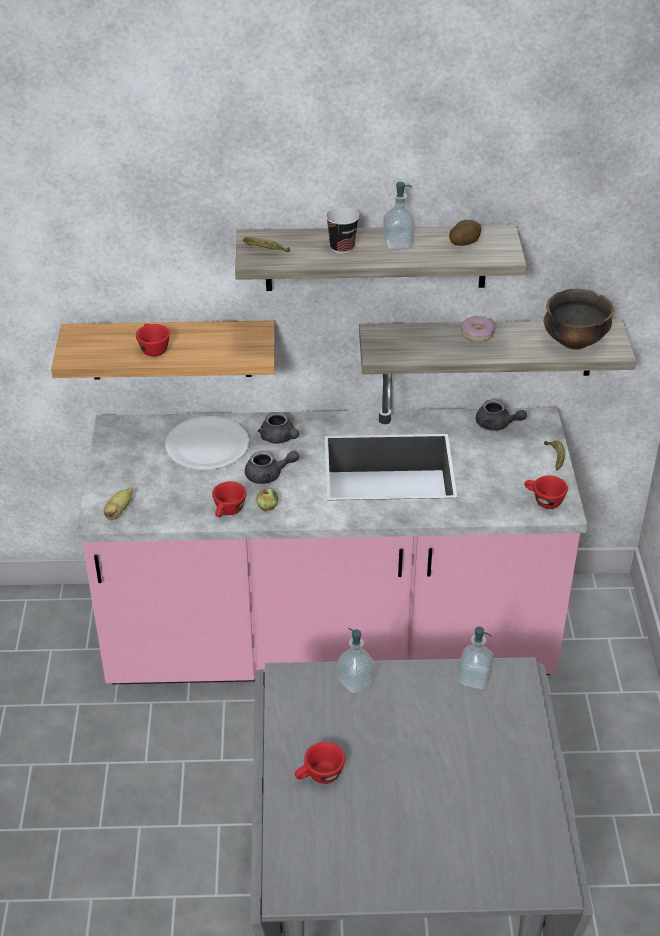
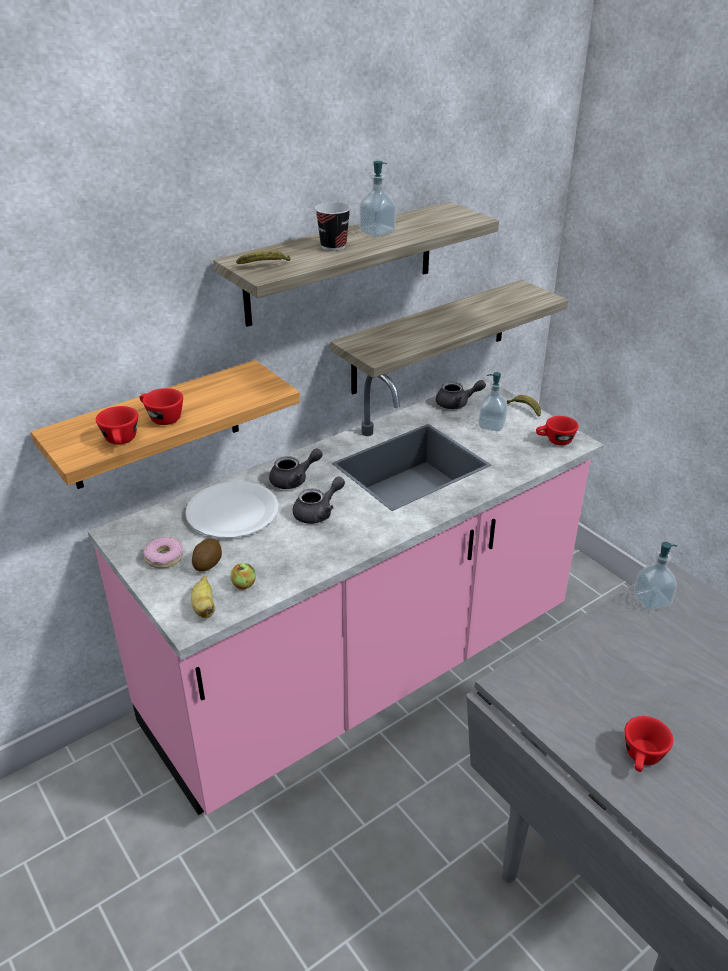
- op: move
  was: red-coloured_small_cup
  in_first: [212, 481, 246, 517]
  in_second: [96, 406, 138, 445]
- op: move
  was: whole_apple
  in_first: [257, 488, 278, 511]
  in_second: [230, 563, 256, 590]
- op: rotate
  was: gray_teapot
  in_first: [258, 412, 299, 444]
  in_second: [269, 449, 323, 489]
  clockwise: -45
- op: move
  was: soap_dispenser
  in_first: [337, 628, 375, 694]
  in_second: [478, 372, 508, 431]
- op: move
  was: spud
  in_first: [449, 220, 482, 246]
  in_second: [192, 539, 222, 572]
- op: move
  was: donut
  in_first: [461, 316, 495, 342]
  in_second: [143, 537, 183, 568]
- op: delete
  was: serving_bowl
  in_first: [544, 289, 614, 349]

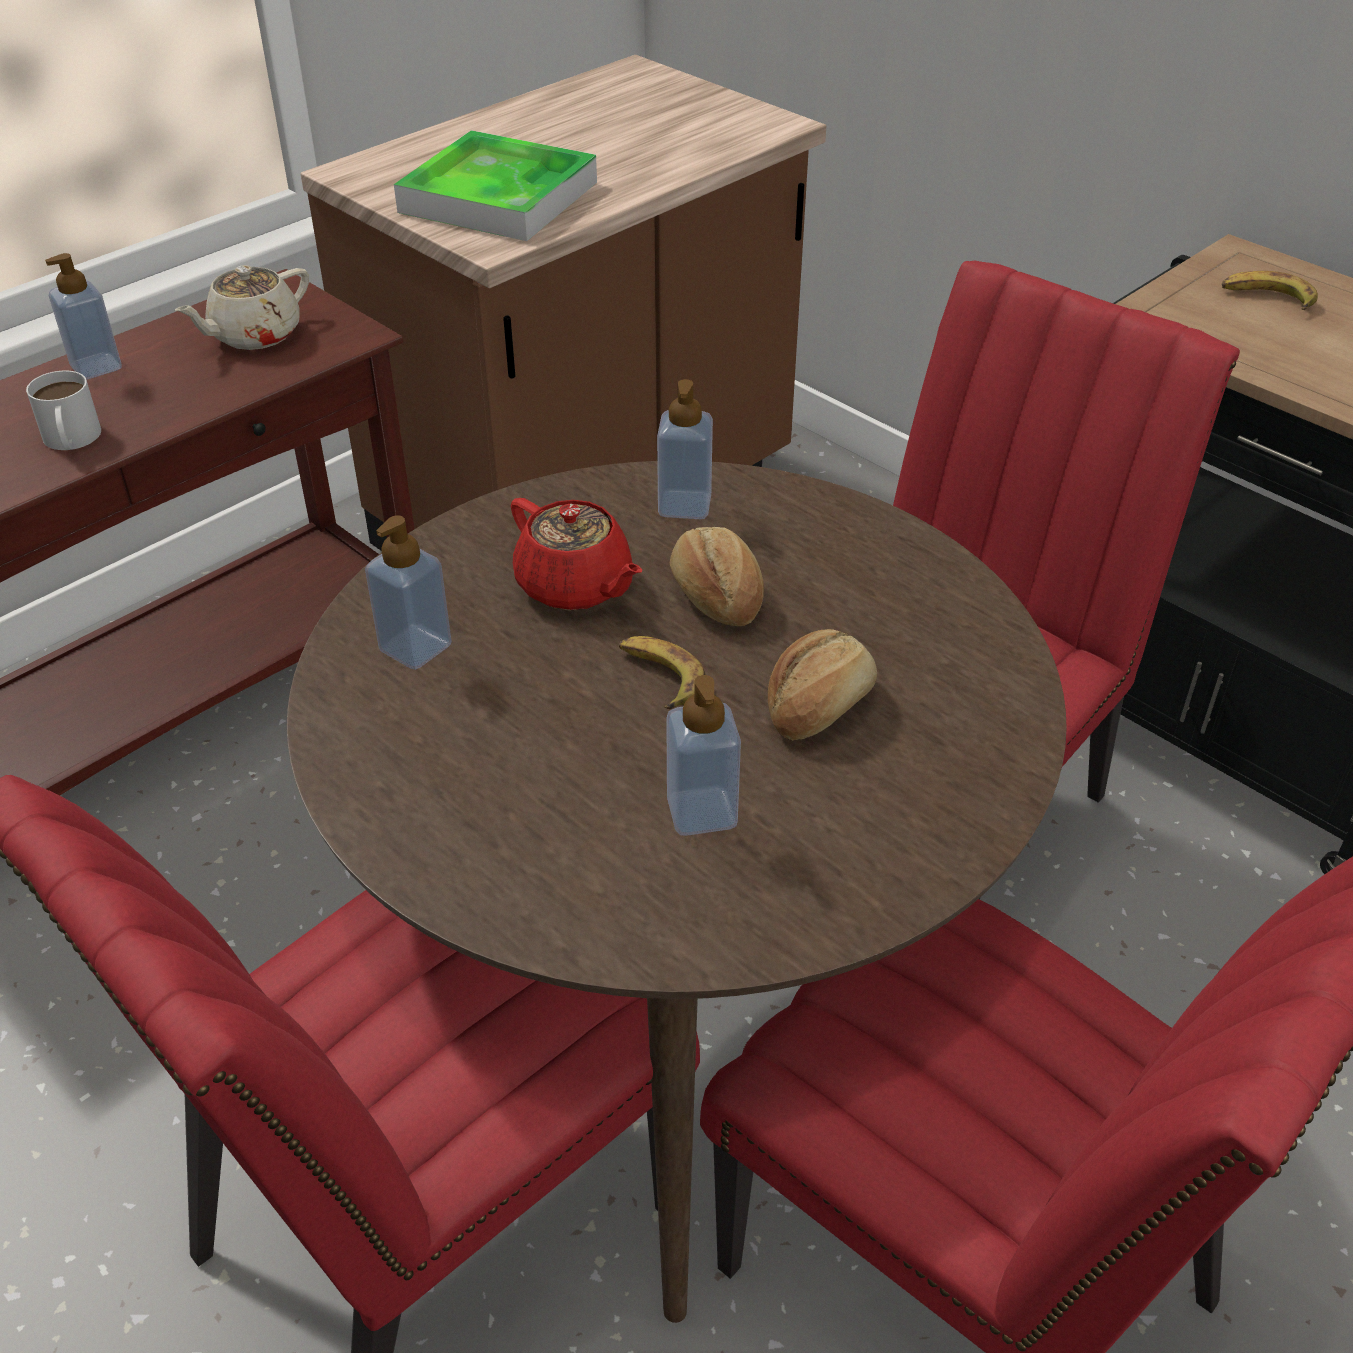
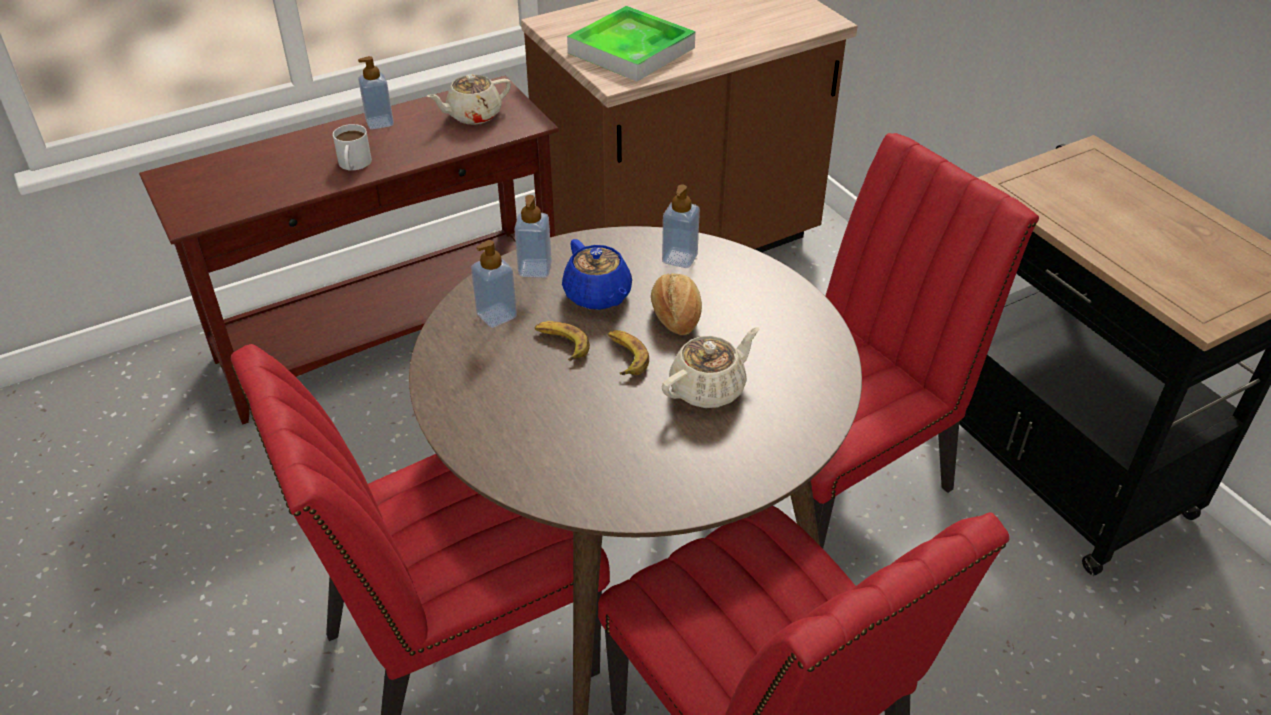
- op: recolor
  was: red-coloured_teapot
  now: blue-coloured_teapot
  in_first: [511, 498, 642, 610]
  in_second: [562, 239, 632, 310]
- op: move
  was: soap_dispenser
  in_first: [666, 675, 741, 836]
  in_second: [514, 195, 552, 278]
- op: replace
  was: bakery_bread
  now: beige_teapot
  in_first: [768, 629, 877, 741]
  in_second: [662, 327, 759, 408]
- op: move
  was: banana
  in_first: [1222, 271, 1318, 310]
  in_second: [535, 321, 590, 361]

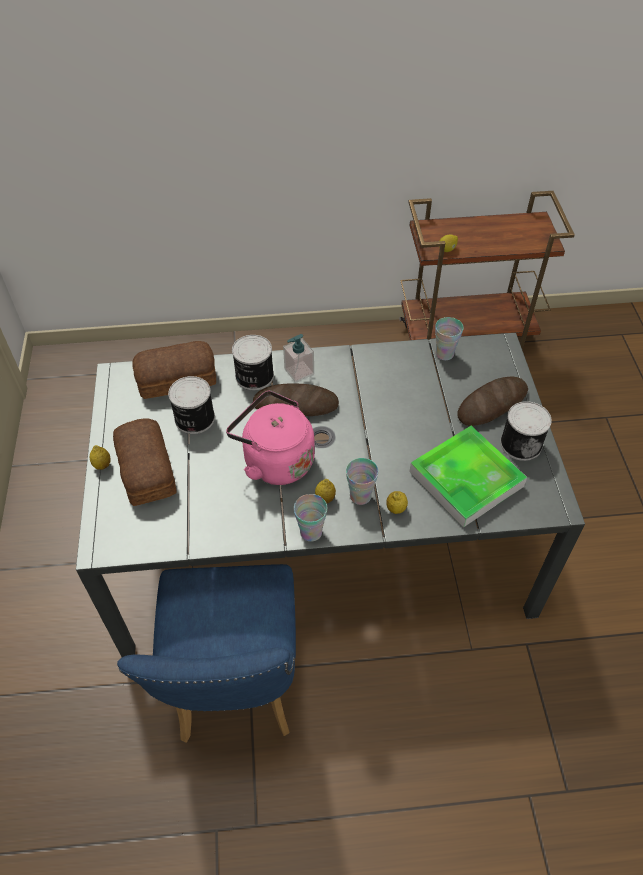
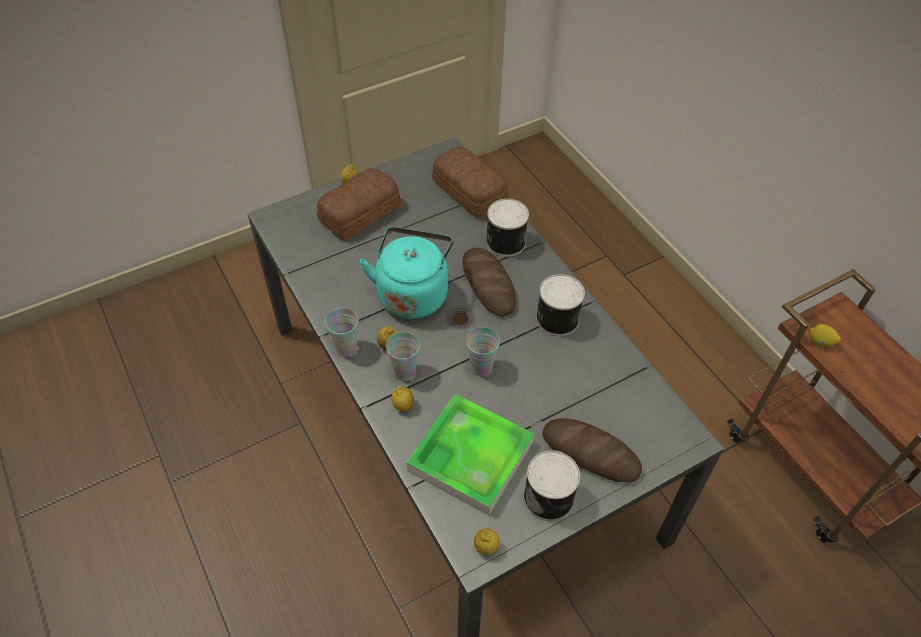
- op: delete
  was: blue-coloured_chair
  in_first: [117, 564, 296, 743]
- op: move
  was: metal_can
  in_first: [168, 376, 215, 434]
  in_second: [536, 274, 585, 336]
- op: recolor
  was: pinkish_tea_kettle
  now: turquoise_tea_kettle
  in_first: [226, 391, 315, 485]
  in_second: [360, 227, 453, 319]
- op: delete
  was: soap_dispenser
  in_first: [283, 334, 314, 383]
- op: move
  was: small_cup
  in_first: [435, 317, 464, 360]
  in_second: [466, 327, 500, 376]
- op: insert
  now: citrus_fruit
  in_second: [474, 528, 500, 555]

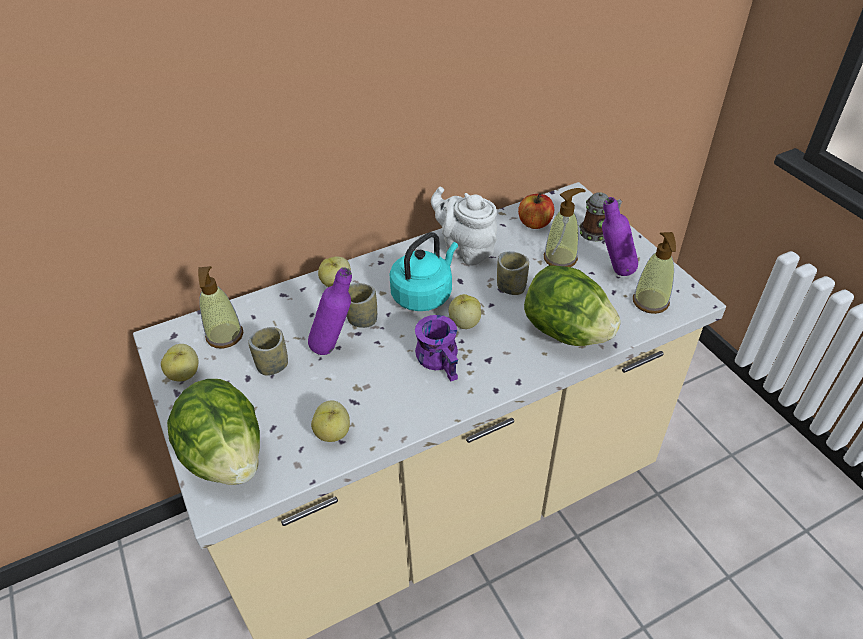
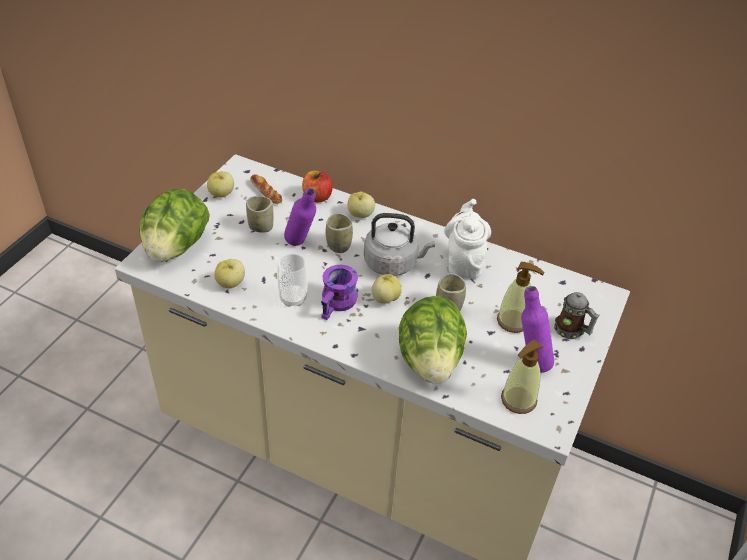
- op: replace
  was: soap_dispenser
  now: bakery_bread
  in_first: [198, 266, 243, 349]
  in_second: [250, 174, 282, 204]
- op: recolor
  was: turquoise_tea_kettle
  now: gray_tea_kettle
  in_first: [390, 232, 458, 311]
  in_second: [364, 213, 435, 276]
- op: move
  was: whole_apple
  in_first: [518, 193, 554, 229]
  in_second: [302, 170, 333, 202]
- op: insert
  now: small_cup
  in_second: [277, 253, 308, 307]

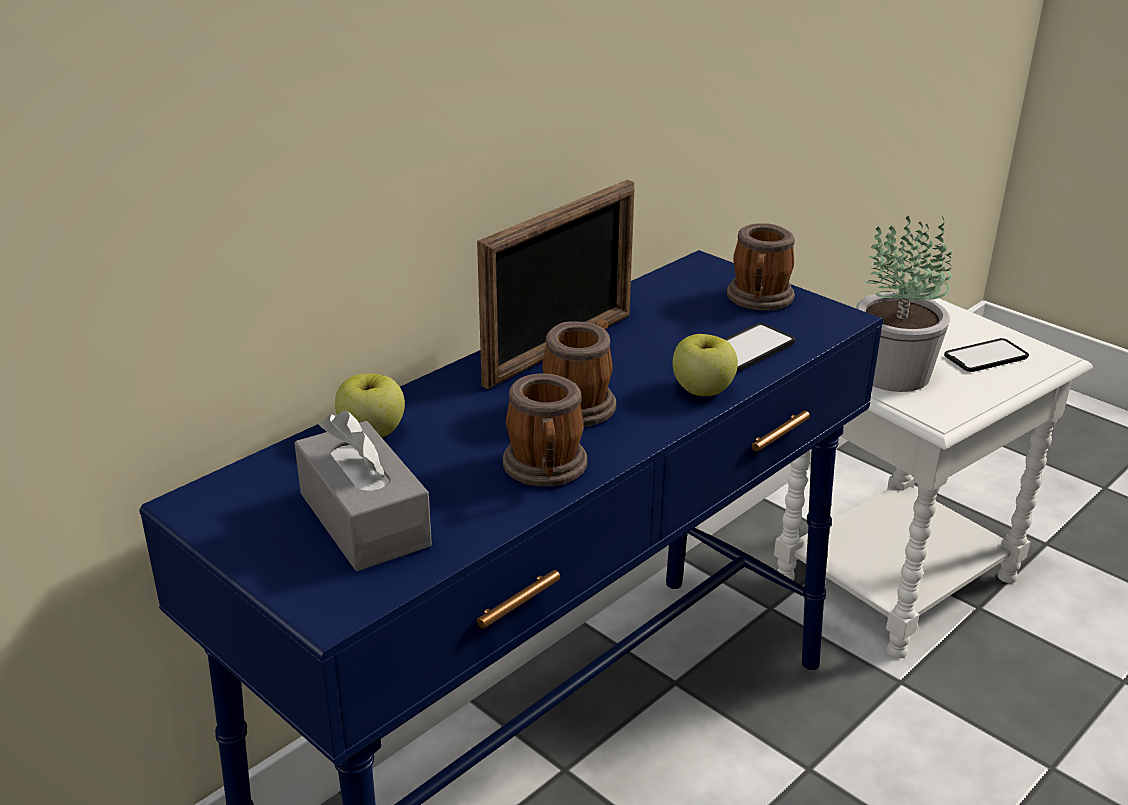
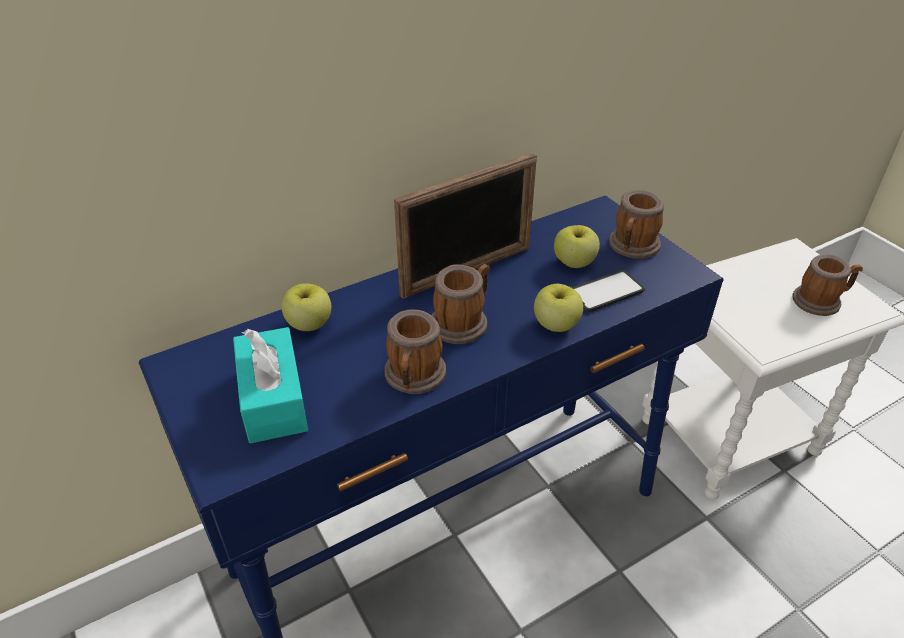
- op: recolor
  was: gray_tissue_box
  now: turquoise_tissue_box
  in_first: [294, 410, 432, 571]
  in_second: [233, 327, 308, 444]
- op: delete
  was: plant_in_a_pot
  in_first: [856, 216, 952, 392]
- op: replace
  was: phone
  now: tea_mug
  in_first: [944, 338, 1029, 372]
  in_second: [792, 254, 863, 316]
- op: insert
  now: whole_apple
  in_second: [554, 225, 600, 268]

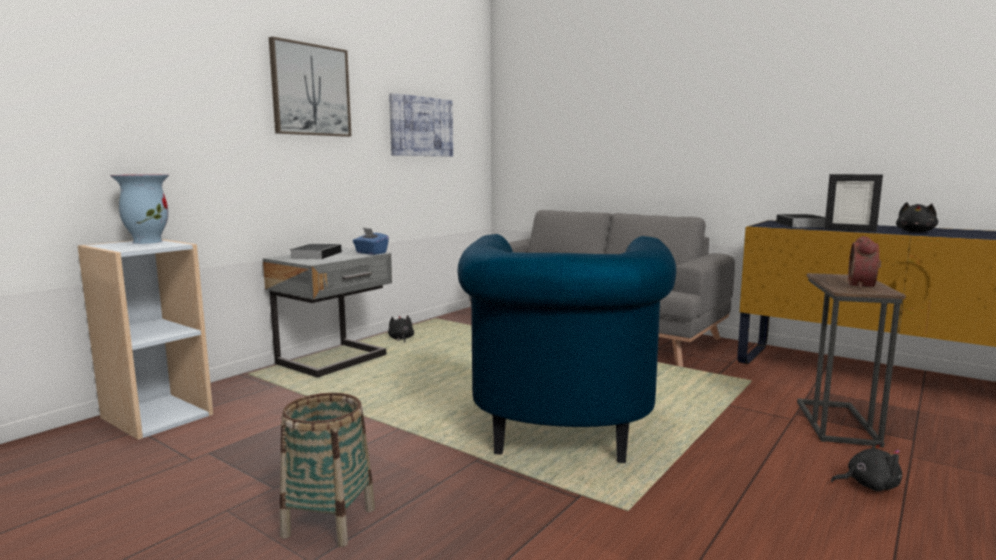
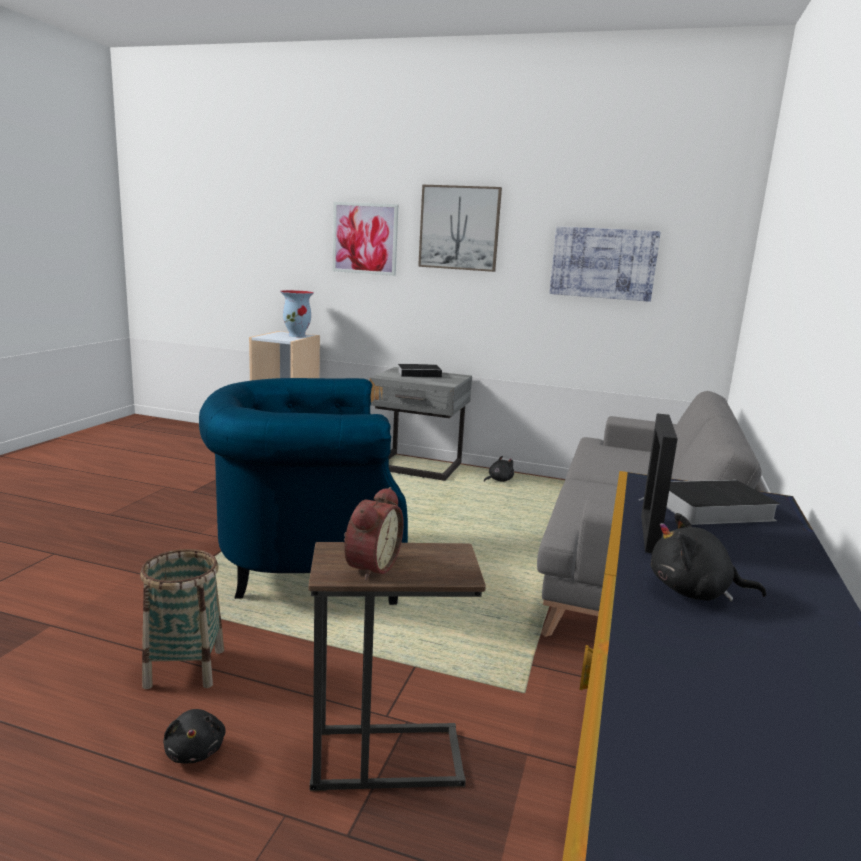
- op: move
  was: storage_basket
  in_first: [280, 393, 375, 547]
  in_second: [140, 549, 224, 689]
- op: delete
  was: blue-coloured_tissue_box
  in_first: [353, 228, 389, 255]
- op: rotate
  was: alarm_clock
  in_first: [848, 236, 882, 289]
  in_second: [344, 487, 404, 581]
  clockwise: 105
- op: insert
  now: wall_art
  in_second: [333, 202, 398, 276]

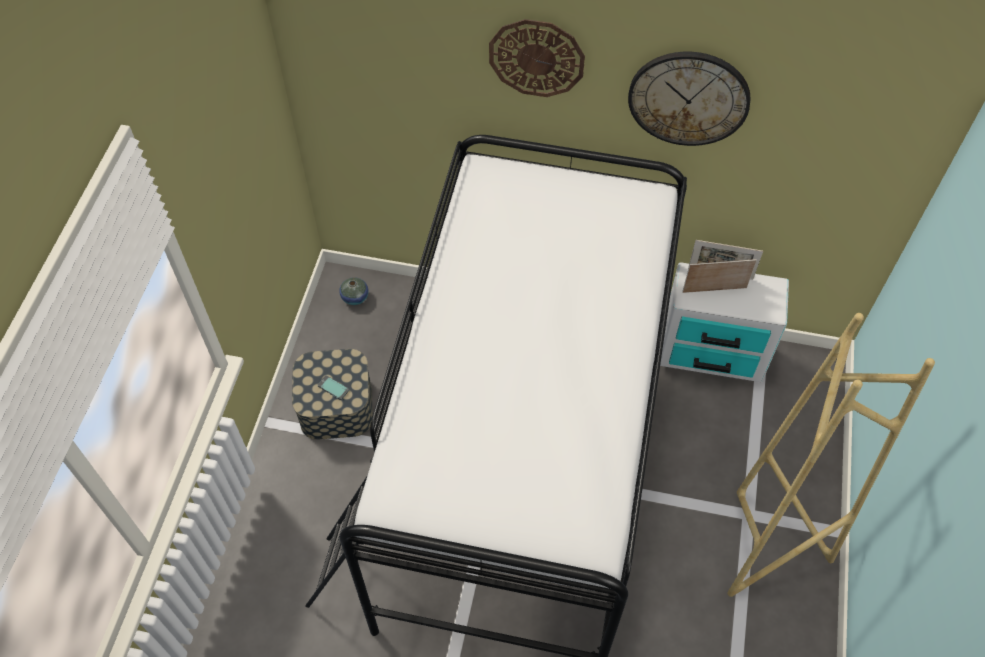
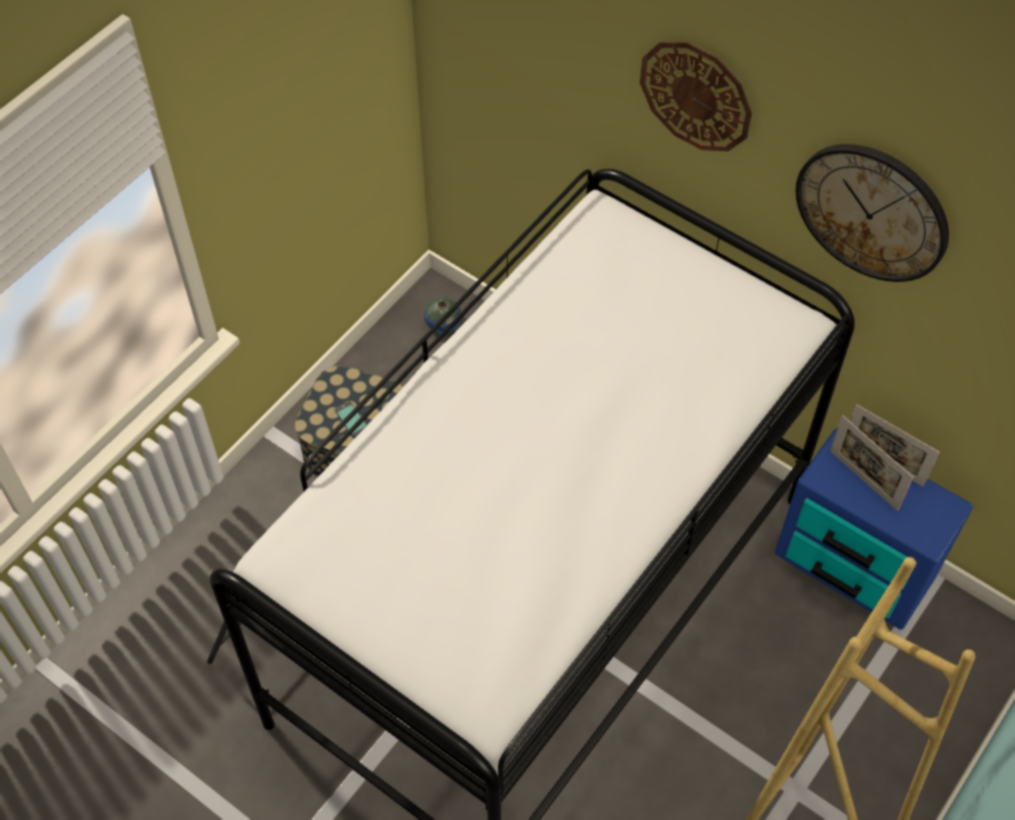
- op: recolor
  was: white_nightstand
  now: blue-coloured_nightstand
  in_first: [660, 262, 789, 382]
  in_second: [775, 428, 973, 630]
- op: rotate
  was: photo_frame
  in_first: [682, 259, 757, 293]
  in_second: [830, 415, 913, 511]
  clockwise: -150

